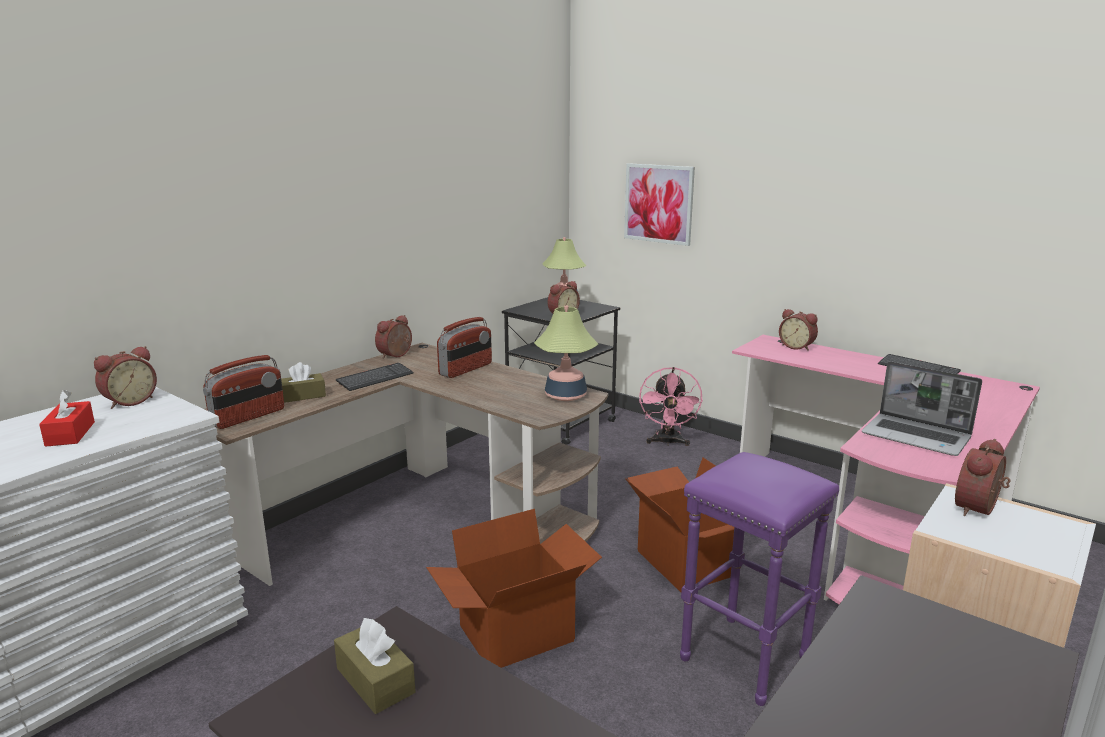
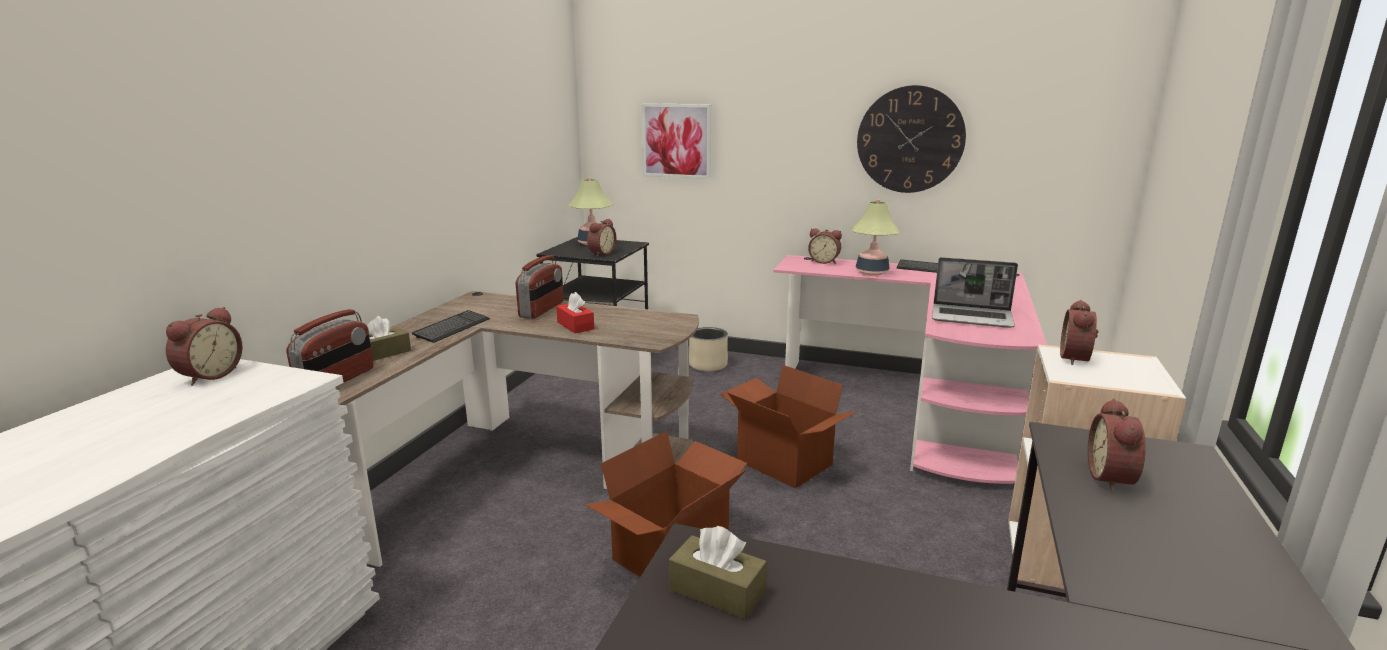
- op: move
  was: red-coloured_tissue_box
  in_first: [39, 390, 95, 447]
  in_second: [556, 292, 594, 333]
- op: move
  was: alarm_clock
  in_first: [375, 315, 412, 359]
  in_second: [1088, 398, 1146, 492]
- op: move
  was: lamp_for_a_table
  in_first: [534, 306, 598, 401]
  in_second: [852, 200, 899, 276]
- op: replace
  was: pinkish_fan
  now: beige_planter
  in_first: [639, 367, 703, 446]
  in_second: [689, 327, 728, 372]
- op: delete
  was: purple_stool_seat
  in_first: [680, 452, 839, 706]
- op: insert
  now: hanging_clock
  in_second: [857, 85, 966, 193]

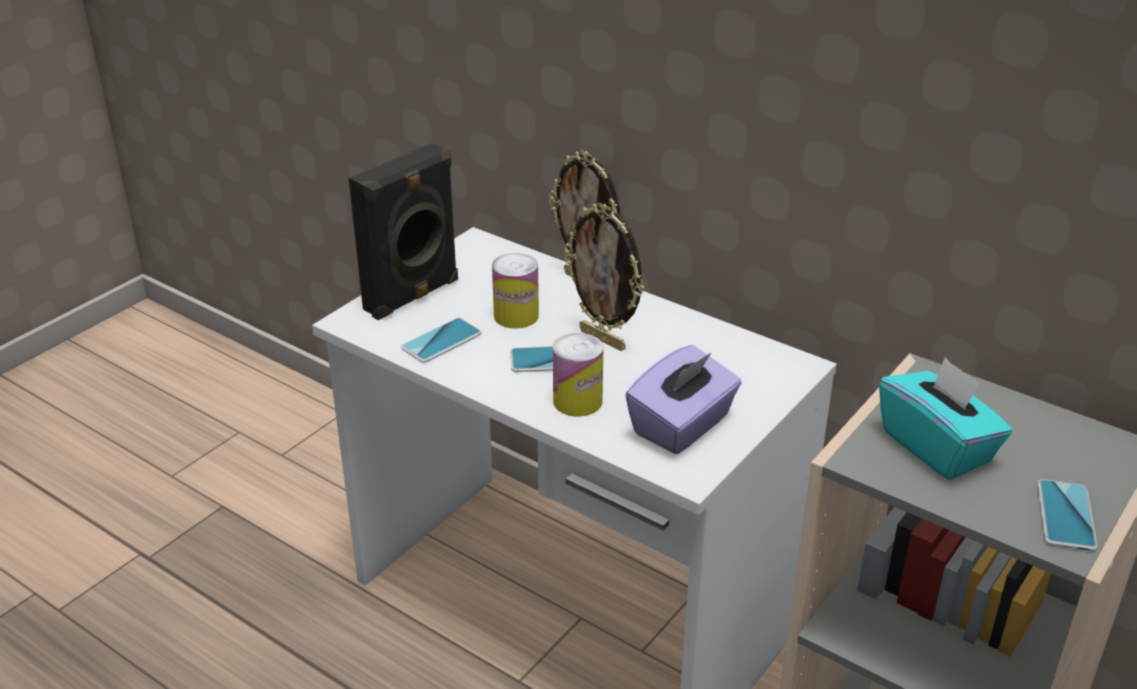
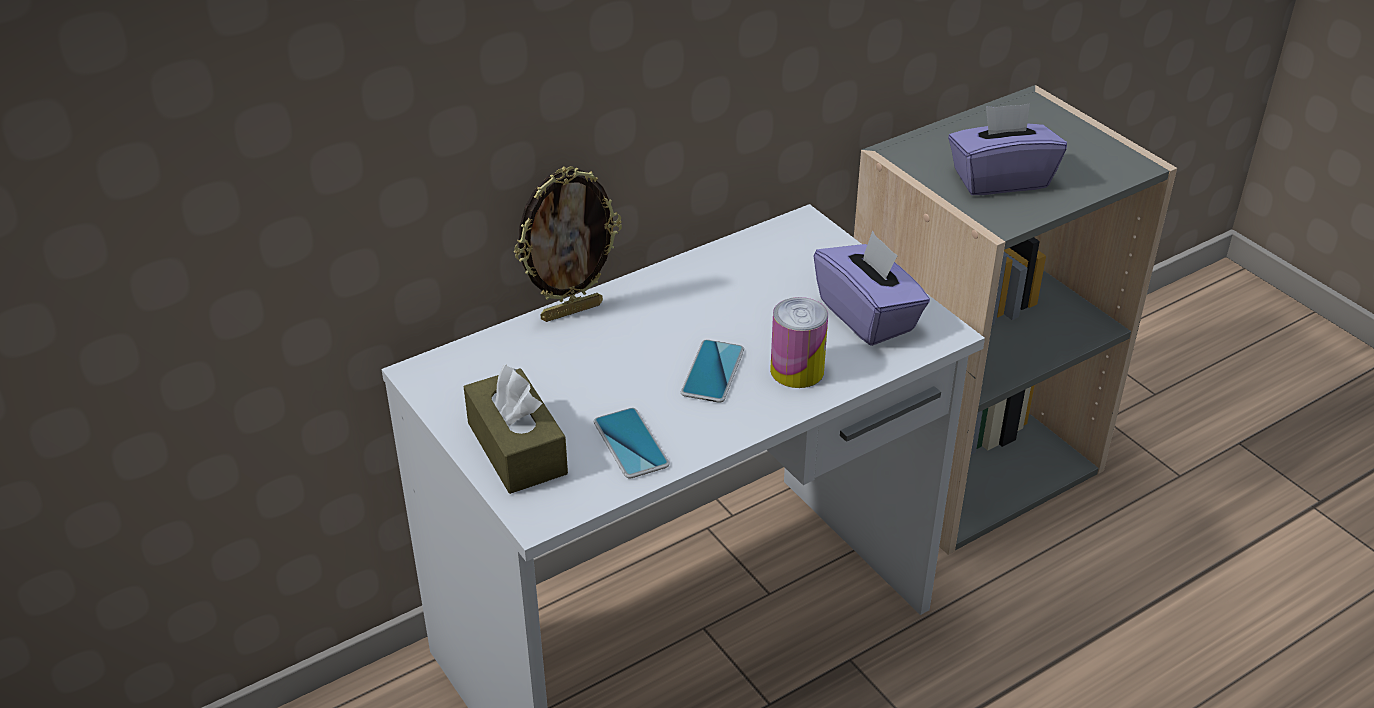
- op: replace
  was: blackish_loudspeaker
  now: brown-coloured_tissue_box
  in_first: [349, 143, 458, 320]
  in_second: [464, 365, 568, 494]
- op: delete
  was: metal_can
  in_first: [492, 253, 539, 329]
- op: delete
  was: photo_frame
  in_first: [563, 203, 644, 351]
- op: recolor
  was: turquoise_tissue_box
  now: purple_tissue_box
  in_first: [879, 357, 1012, 480]
  in_second: [948, 103, 1067, 195]
- op: delete
  was: phone
  in_first: [1037, 479, 1098, 551]

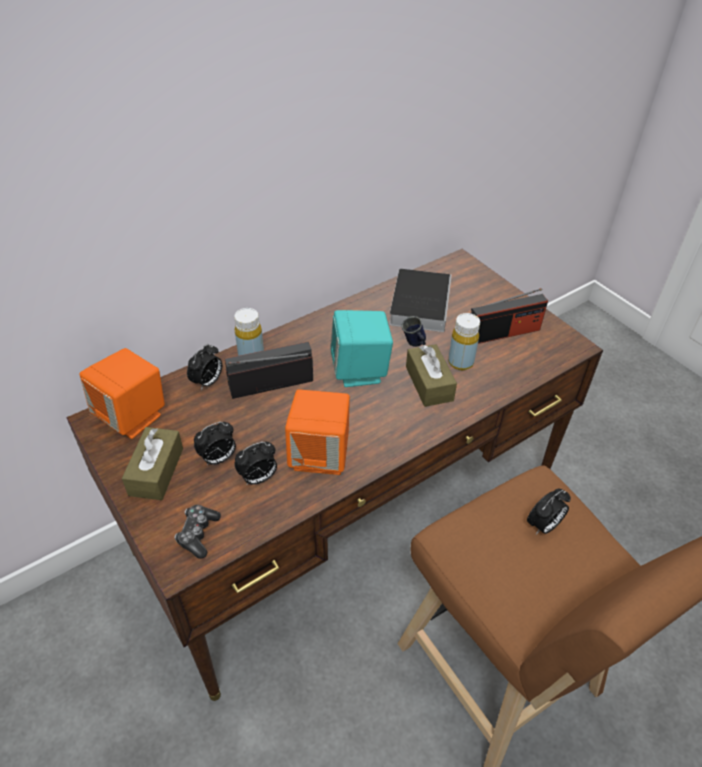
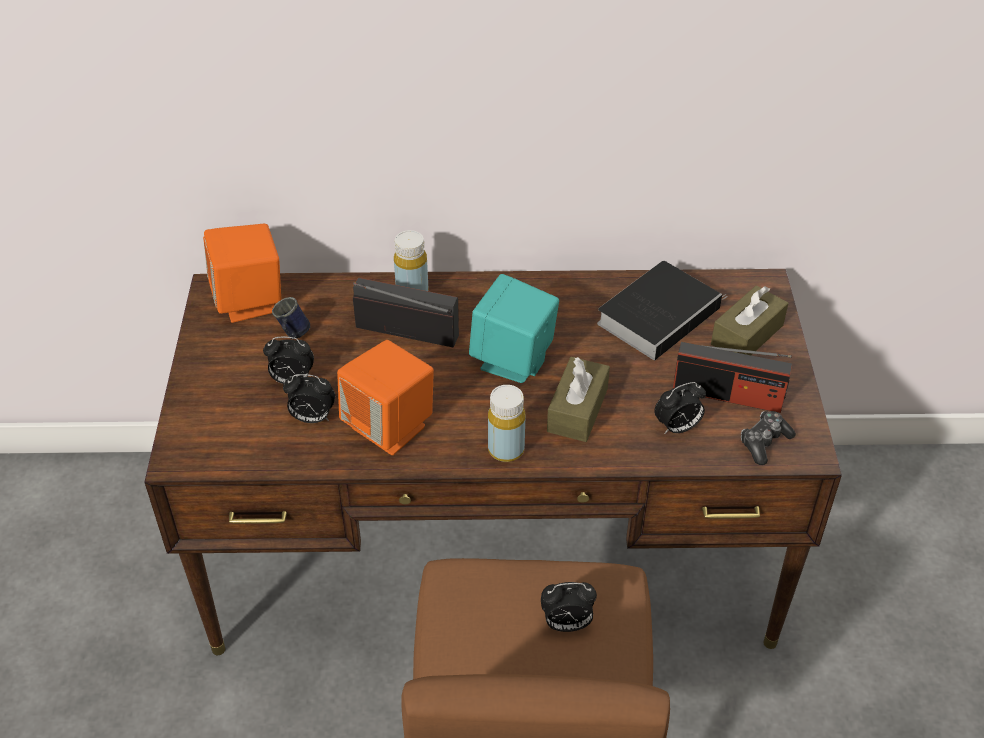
- op: move
  was: brown-coloured_tissue_box
  in_first: [122, 427, 183, 500]
  in_second: [711, 286, 788, 355]
- op: move
  was: gamepad
  in_first: [175, 505, 221, 559]
  in_second: [741, 411, 796, 465]
- op: move
  was: alarm_clock
  in_first: [187, 344, 222, 390]
  in_second: [654, 382, 706, 434]
- op: move
  was: blue-coloured_tea_mug
  in_first: [401, 316, 426, 347]
  in_second: [272, 297, 310, 339]
- op: move
  was: yellowish_beverage_bottle
  in_first: [448, 313, 480, 370]
  in_second: [488, 385, 525, 462]

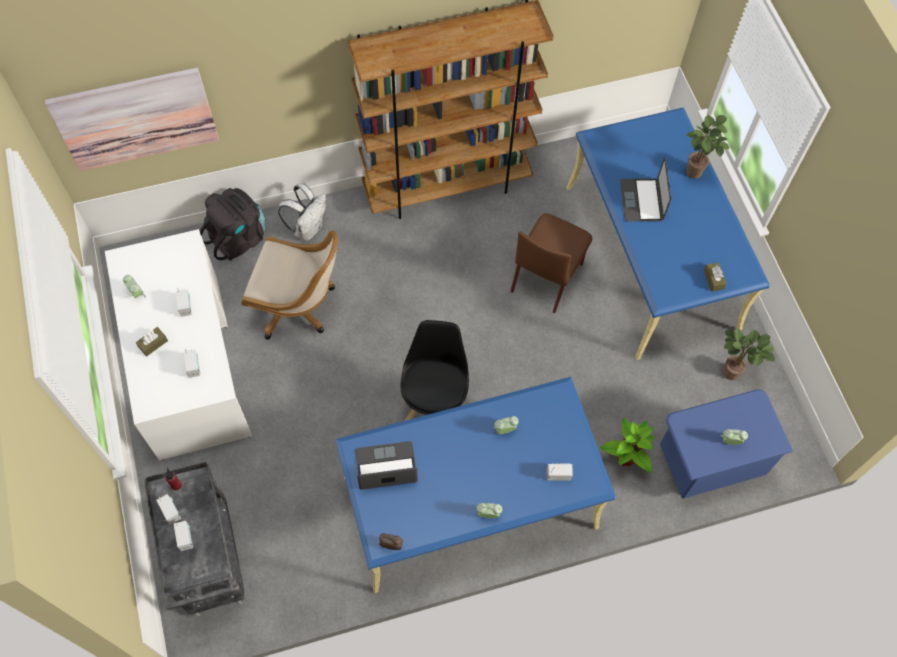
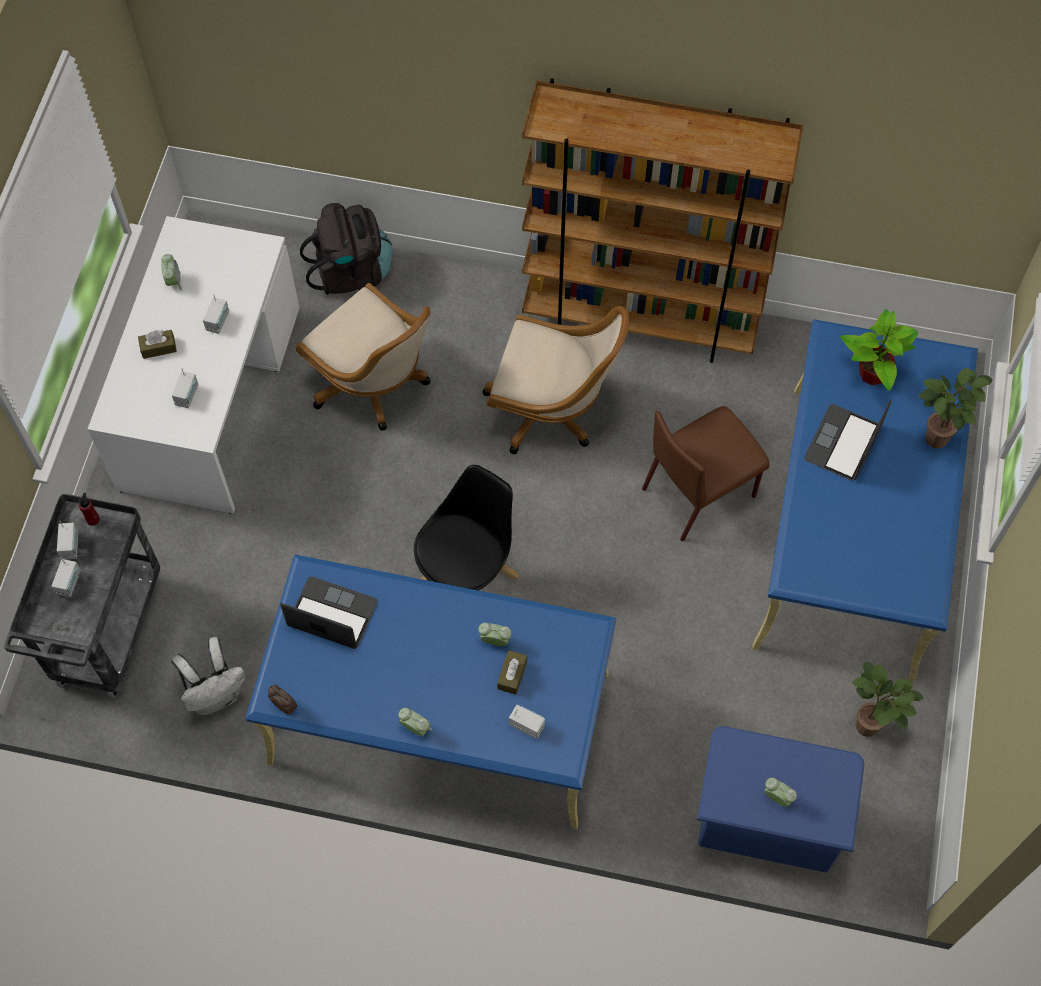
- op: delete
  was: wall_art
  in_first: [45, 68, 219, 171]
- op: move
  was: white_knapsack
  in_first: [278, 183, 326, 241]
  in_second: [171, 637, 245, 715]
- op: move
  was: plant_in_a_pot
  in_first: [600, 418, 655, 473]
  in_second: [840, 309, 918, 391]
- op: move
  was: brown-coloured_tissue_box
  in_first: [704, 262, 727, 292]
  in_second: [497, 650, 527, 694]
- op: insert
  now: office_chair
  in_second: [482, 306, 629, 454]

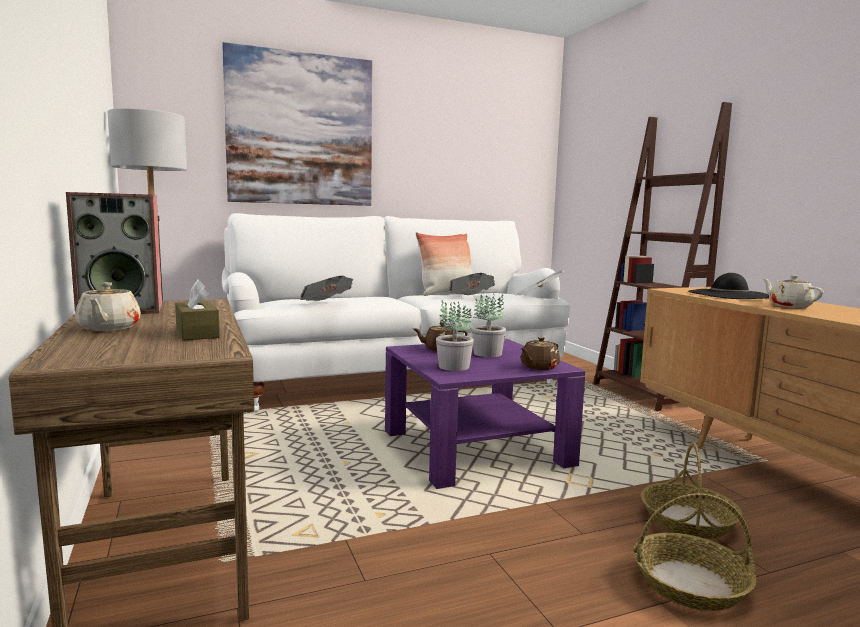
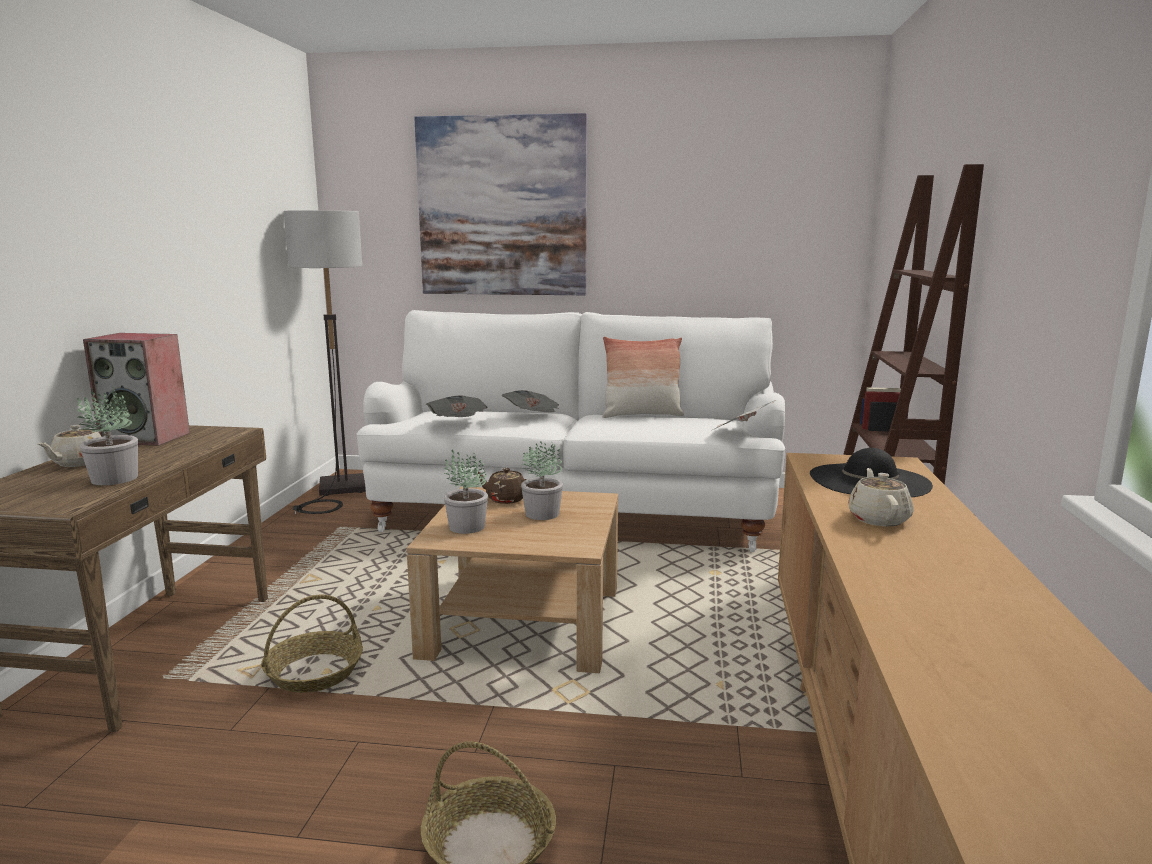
- op: replace
  was: brown-coloured_tissue_box
  now: plant_in_a_pot
  in_first: [175, 279, 220, 341]
  in_second: [77, 386, 138, 485]
- op: recolor
  was: purple_low_table
  now: brown-coloured_low_table
  in_first: [385, 339, 585, 489]
  in_second: [407, 487, 618, 673]
- op: move
  was: newspaper
  in_first: [449, 273, 495, 295]
  in_second: [502, 390, 559, 412]
- op: delete
  was: brown-coloured_teapot
  in_first: [521, 337, 560, 370]
- op: move
  was: storage_basket
  in_first: [641, 443, 742, 539]
  in_second: [261, 595, 363, 693]

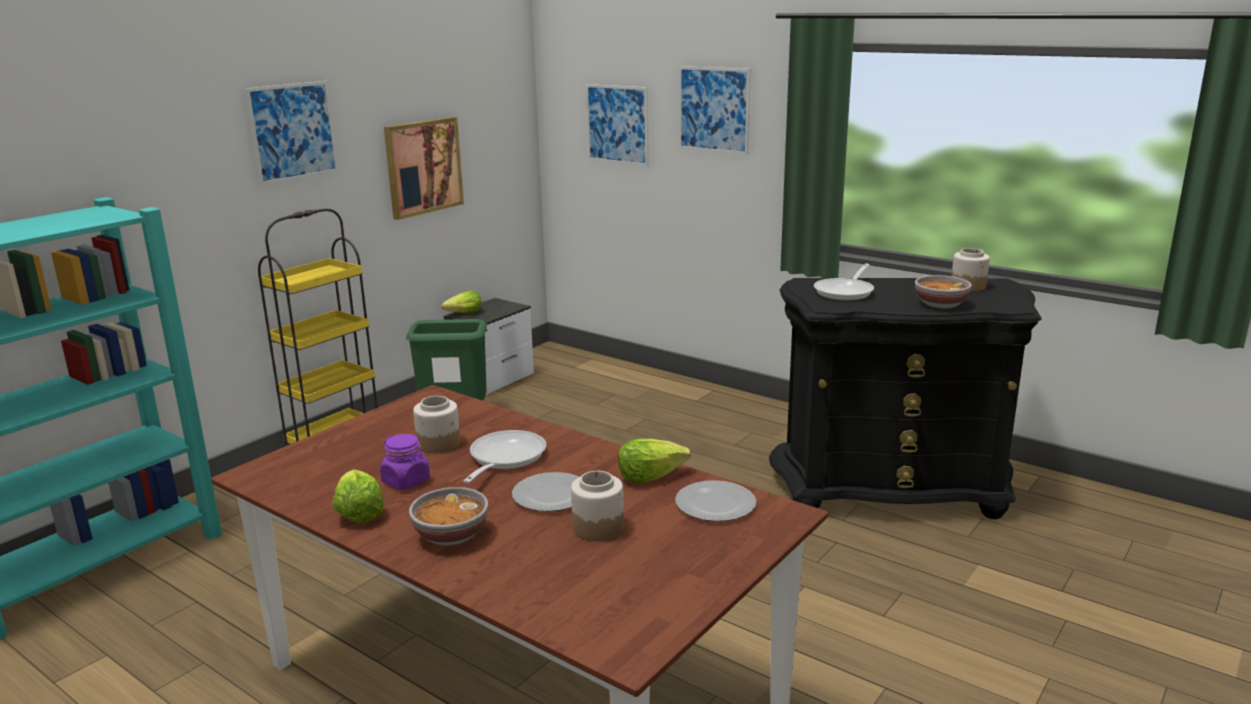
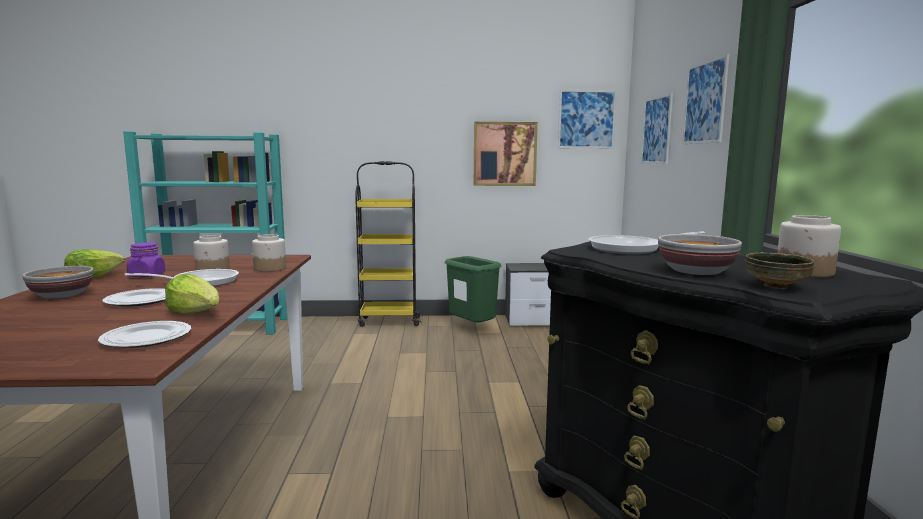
- op: move
  was: wall_art
  in_first: [245, 81, 338, 185]
  in_second: [558, 90, 617, 148]
- op: delete
  was: lettuce_head
  in_first: [441, 290, 481, 313]
- op: move
  was: jar
  in_first: [571, 471, 624, 541]
  in_second: [252, 234, 286, 272]
- op: insert
  now: serving_bowl
  in_second: [745, 253, 814, 289]

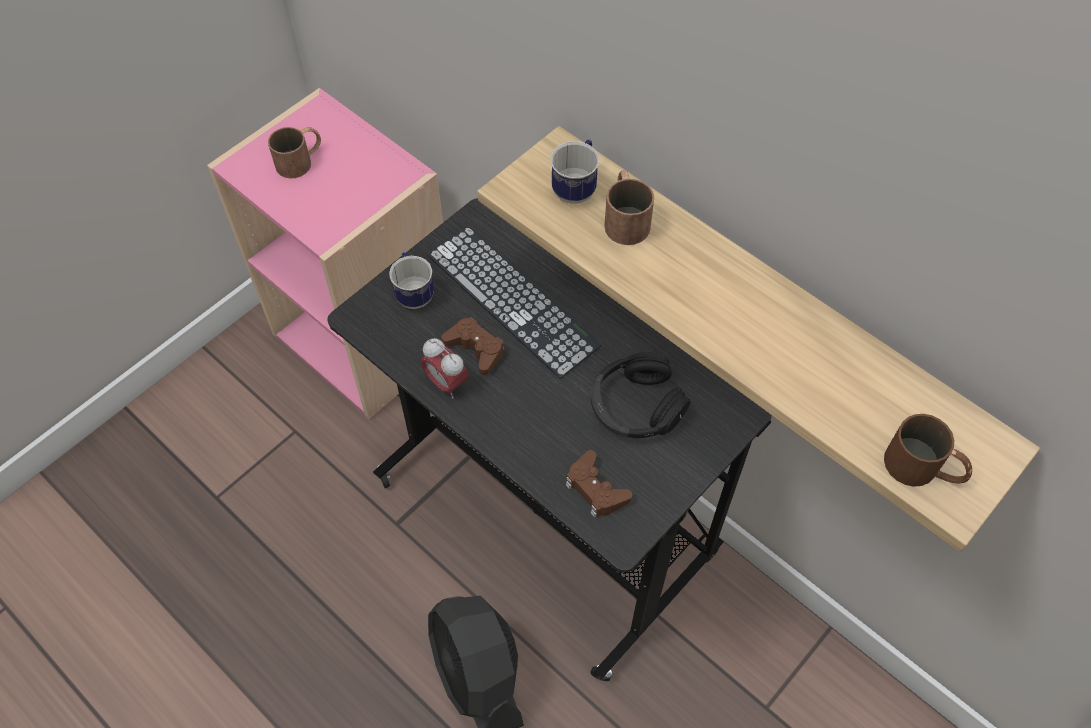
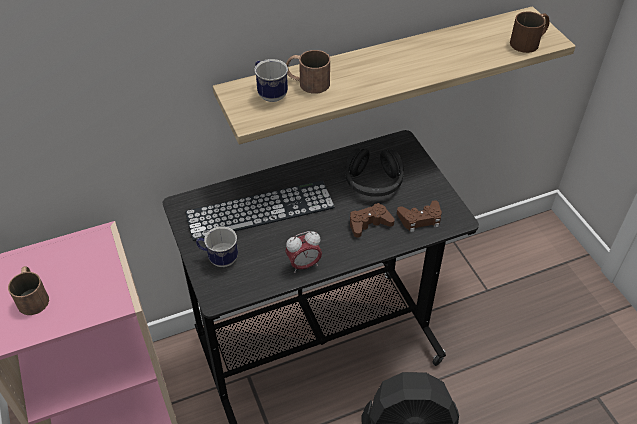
- op: move
  was: brown-coloured_gamepad
  in_first: [442, 317, 504, 375]
  in_second: [350, 203, 395, 238]

